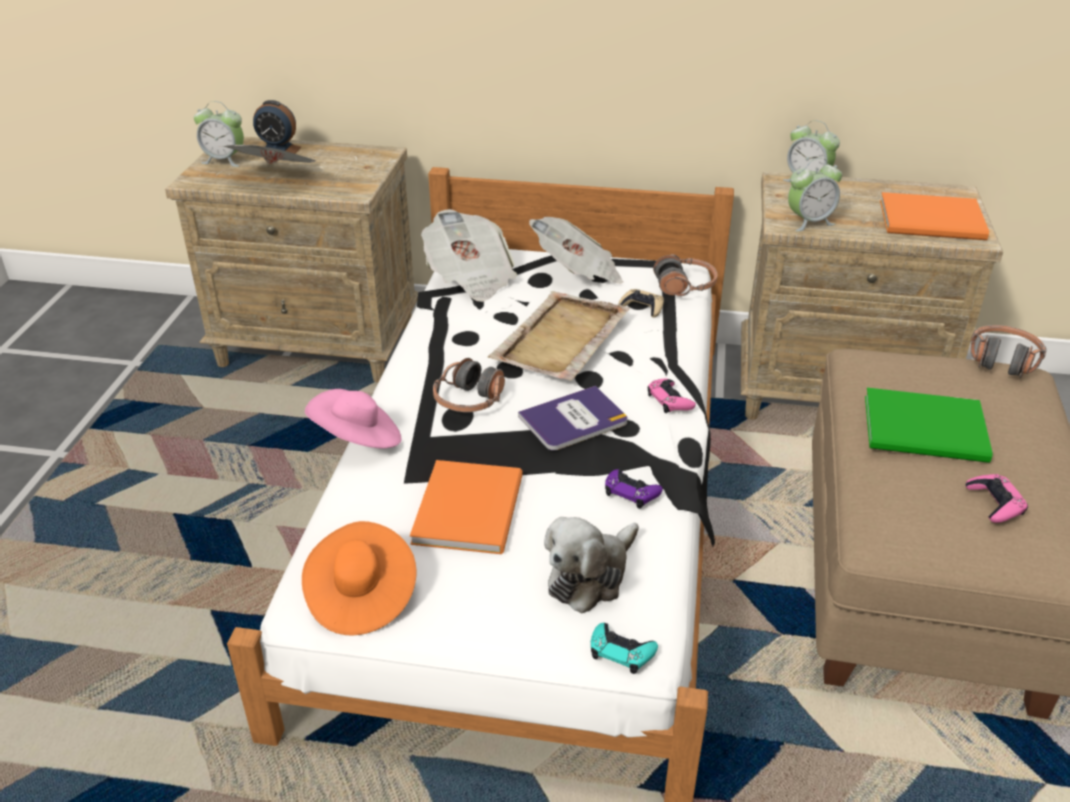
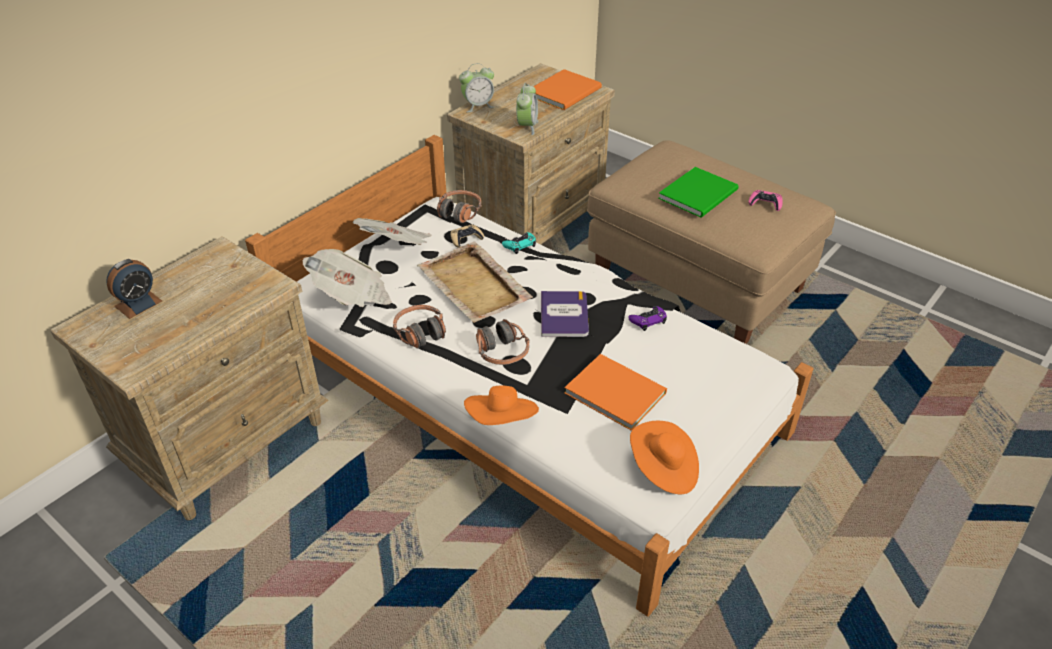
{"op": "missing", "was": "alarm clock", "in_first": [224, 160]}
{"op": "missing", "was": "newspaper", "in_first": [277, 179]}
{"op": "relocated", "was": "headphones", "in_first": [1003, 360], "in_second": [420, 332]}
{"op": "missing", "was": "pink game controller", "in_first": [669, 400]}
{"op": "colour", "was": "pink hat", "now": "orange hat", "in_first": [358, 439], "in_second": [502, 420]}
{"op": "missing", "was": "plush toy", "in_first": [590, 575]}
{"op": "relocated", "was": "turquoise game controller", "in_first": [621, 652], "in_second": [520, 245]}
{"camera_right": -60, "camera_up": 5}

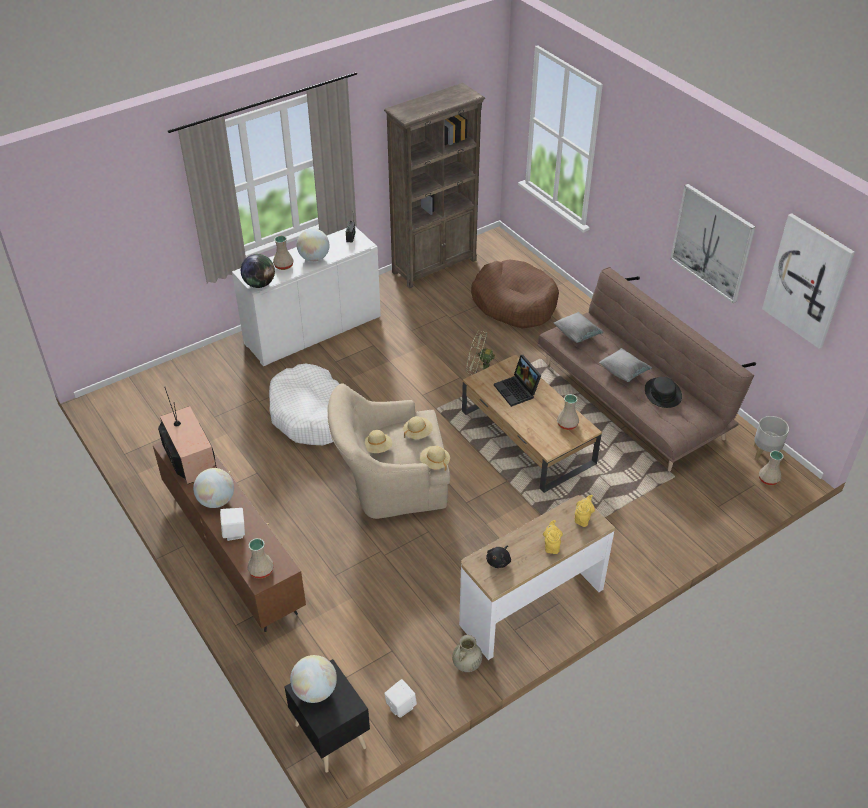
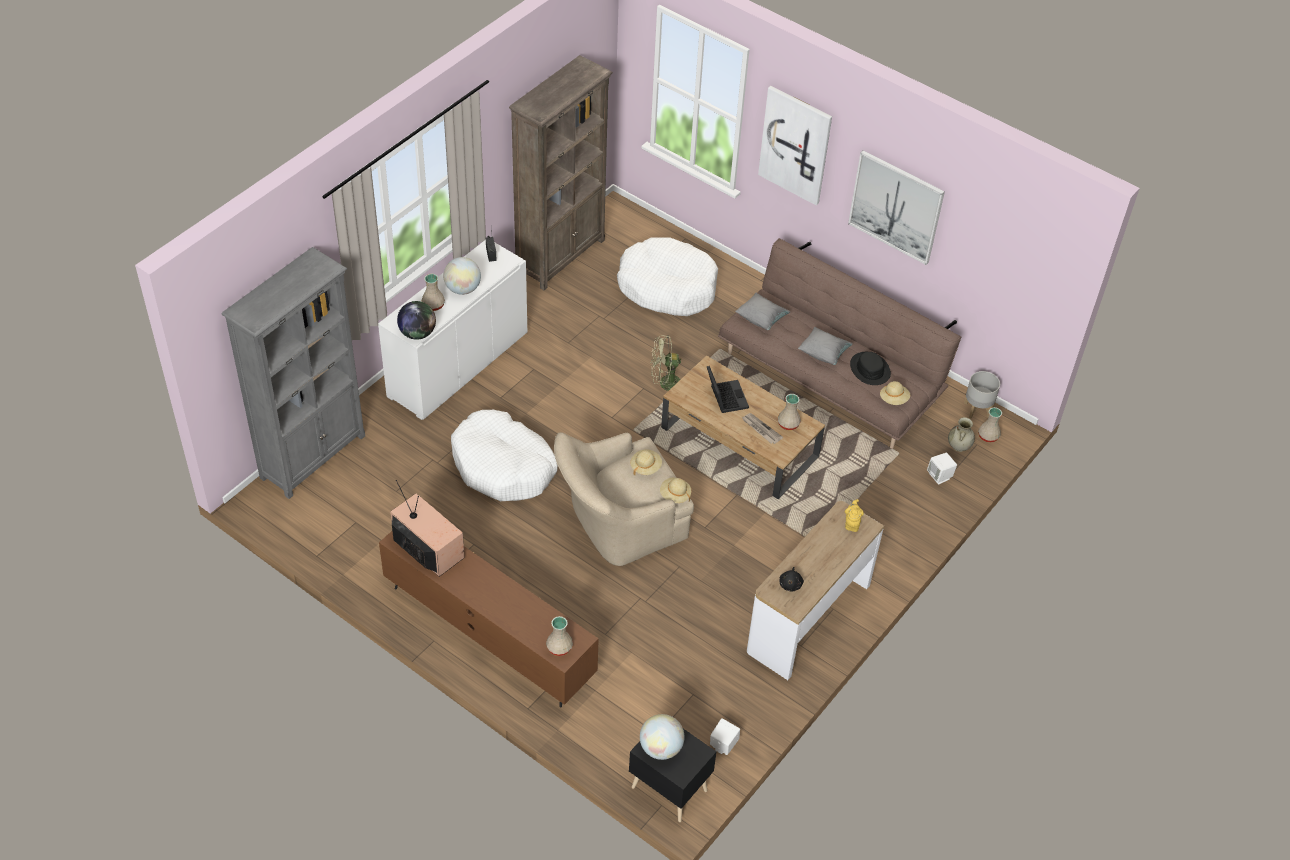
{"op": "relocated", "was": "picture", "in_first": [807, 280], "in_second": [795, 145]}
{"op": "colour", "was": "brown dog bed", "now": "white dog bed", "in_first": [514, 303], "in_second": [667, 287]}
{"op": "spun", "was": "laptop", "in_first": [517, 391], "in_second": [725, 397], "clockwise": -150}
{"op": "relocated", "was": "beige hat", "in_first": [378, 448], "in_second": [894, 399]}
{"op": "missing", "was": "globe", "in_first": [216, 501]}
{"op": "relocated", "was": "white speaker", "in_first": [234, 532], "in_second": [939, 476]}
{"op": "missing", "was": "yellow teapot", "in_first": [551, 546]}
{"op": "relocated", "was": "beige vase", "in_first": [466, 665], "in_second": [959, 446]}
{"op": "appeared", "now": "grey bookcase", "in_second": [313, 456]}
{"op": "appeared", "now": "newspaper", "in_second": [761, 429]}
{"camera_right": -20, "camera_up": 5}

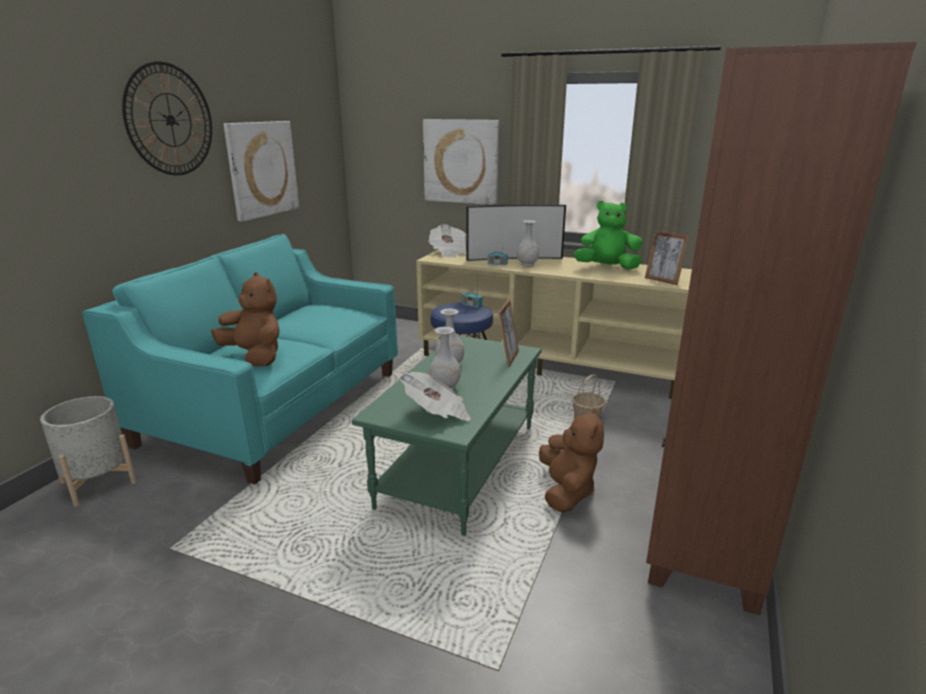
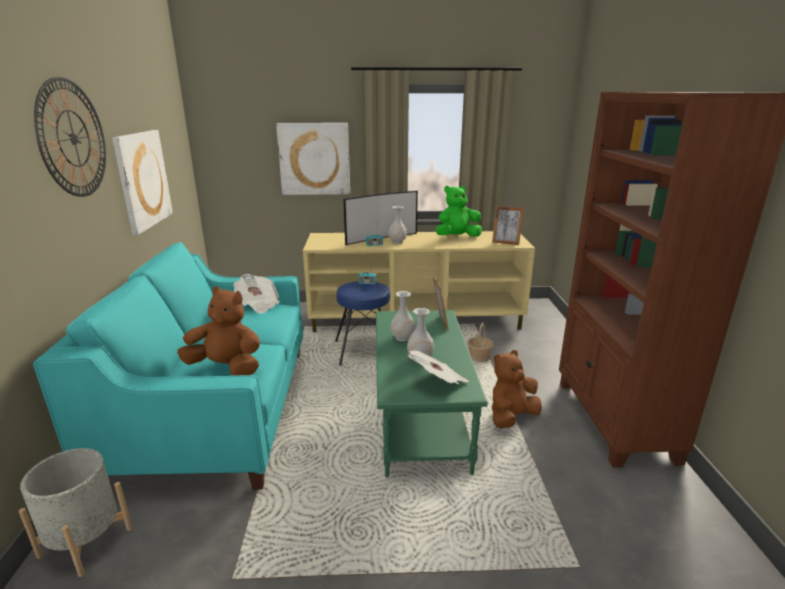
{"op": "relocated", "was": "newspaper", "in_first": [448, 252], "in_second": [258, 304]}
{"op": "spun", "was": "brown plush toy", "in_first": [566, 491], "in_second": [511, 417], "clockwise": -105}
{"camera_right": -25, "camera_up": 0}

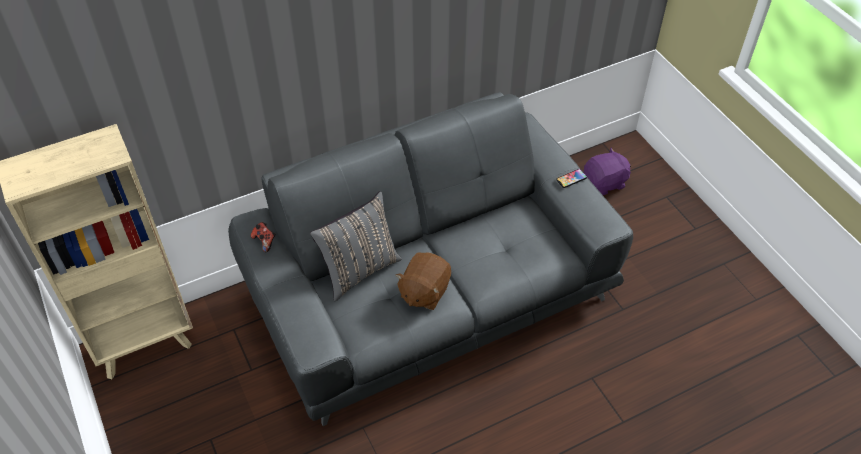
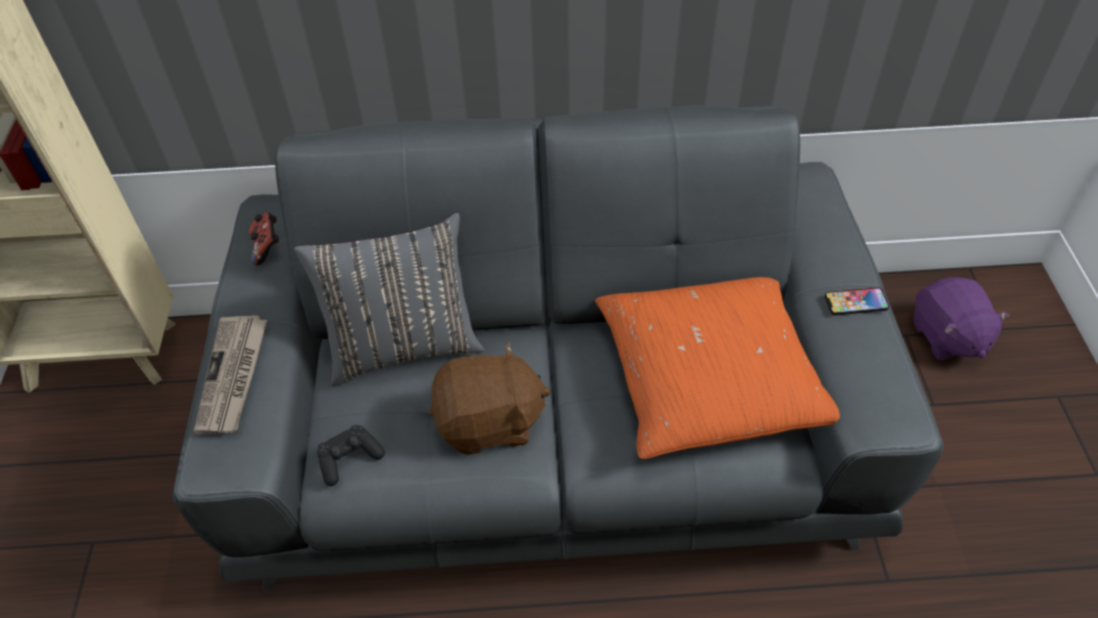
{"op": "spun", "was": "purple plush toy", "in_first": [605, 183], "in_second": [947, 336], "clockwise": 75}
{"op": "spun", "was": "brown plush toy", "in_first": [424, 292], "in_second": [490, 422], "clockwise": -150}
{"op": "appeared", "now": "orange pillow", "in_second": [710, 377]}
{"op": "appeared", "now": "newspaper", "in_second": [233, 376]}
{"op": "appeared", "now": "black game controller", "in_second": [349, 459]}
{"camera_right": 25, "camera_up": 0}

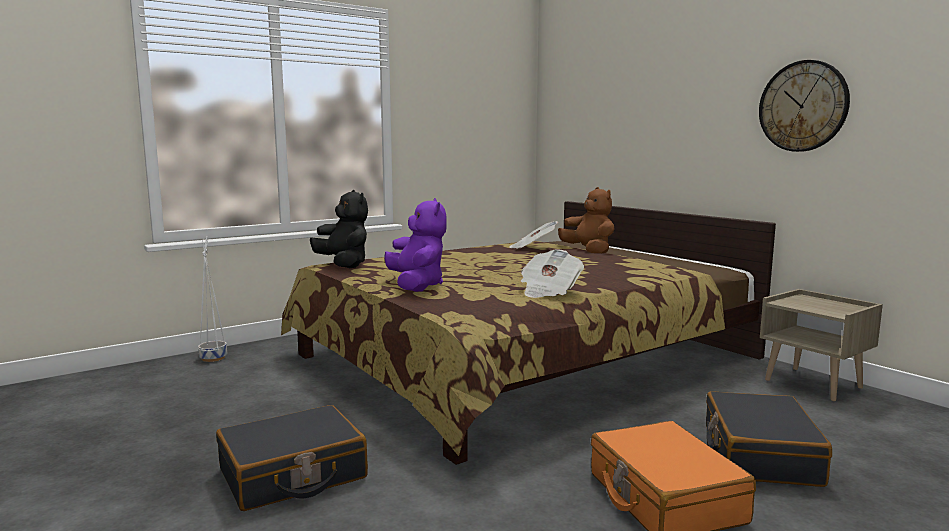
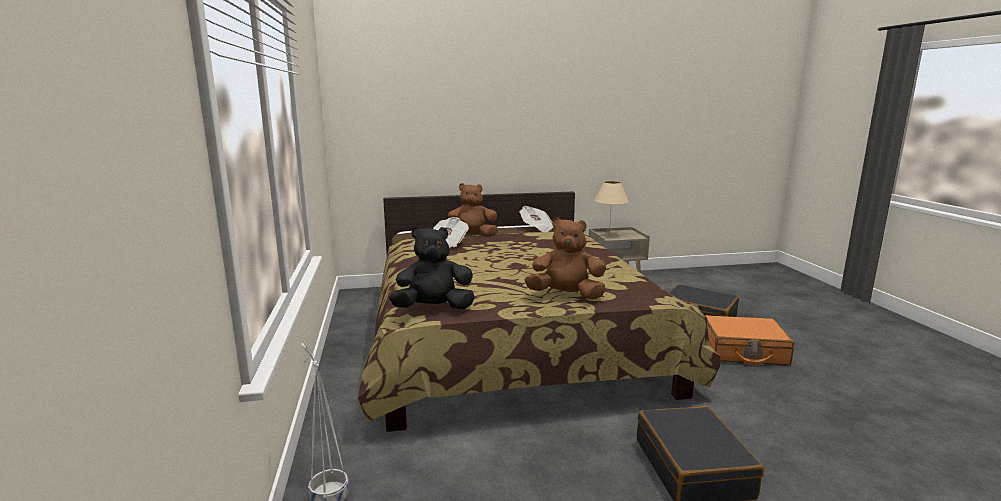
{"op": "missing", "was": "wall clock", "in_first": [803, 106]}
{"op": "colour", "was": "purple plush toy", "now": "brown plush toy", "in_first": [417, 286], "in_second": [566, 295]}
{"op": "relocated", "was": "newspaper", "in_first": [548, 291], "in_second": [537, 228]}
{"op": "appeared", "now": "beige table lamp", "in_second": [609, 235]}
{"camera_right": -65, "camera_up": 5}

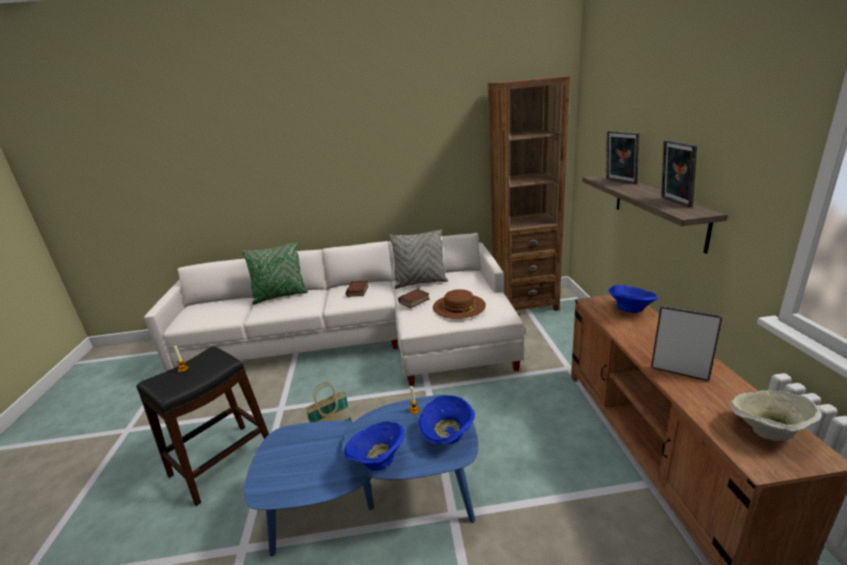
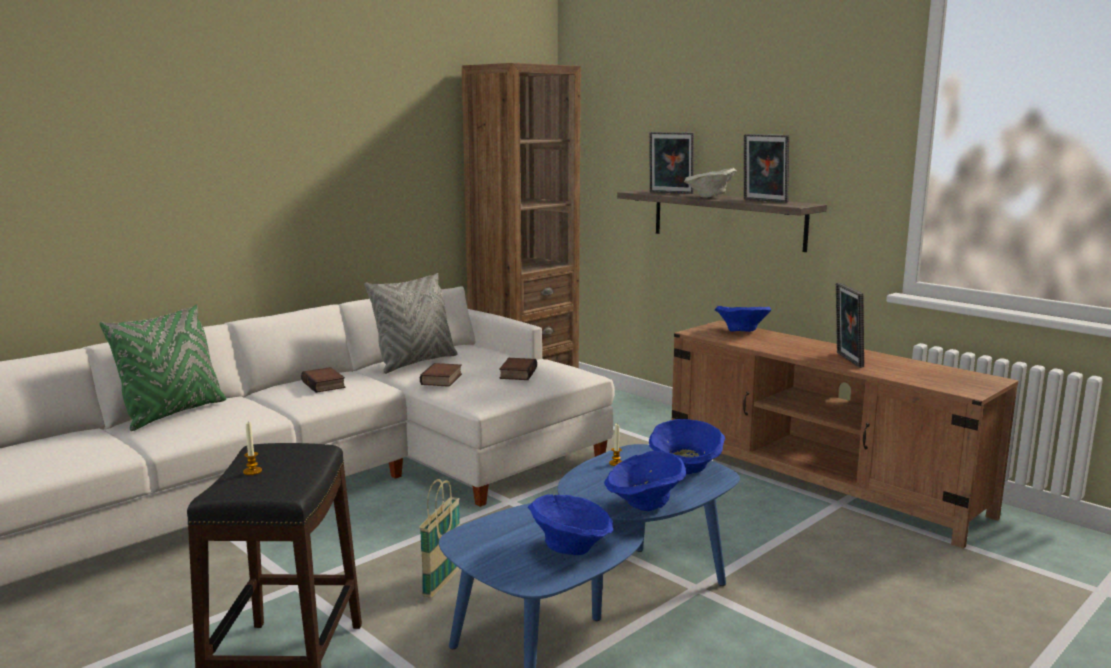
{"op": "exchanged", "was": "brown hat", "now": "book", "in_first": [459, 306], "in_second": [517, 373]}
{"op": "spun", "was": "picture frame", "in_first": [679, 371], "in_second": [846, 360], "clockwise": -90}
{"op": "relocated", "was": "beige bowl", "in_first": [766, 431], "in_second": [709, 197]}
{"op": "appeared", "now": "blue bowl", "in_second": [571, 549]}
{"camera_right": -40, "camera_up": -10}

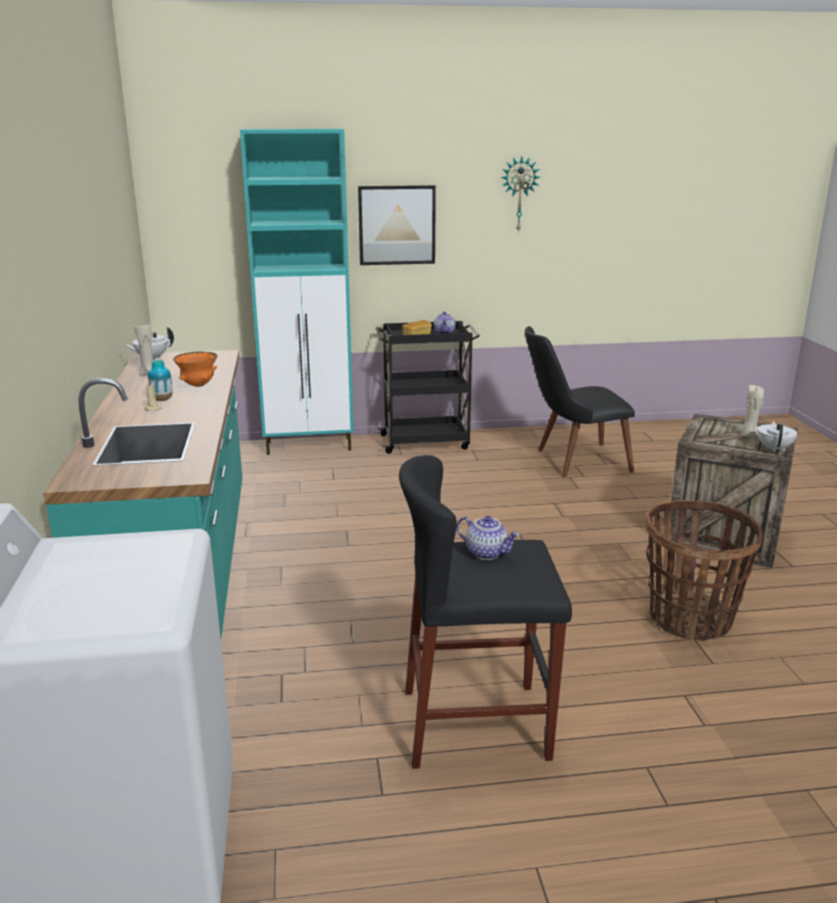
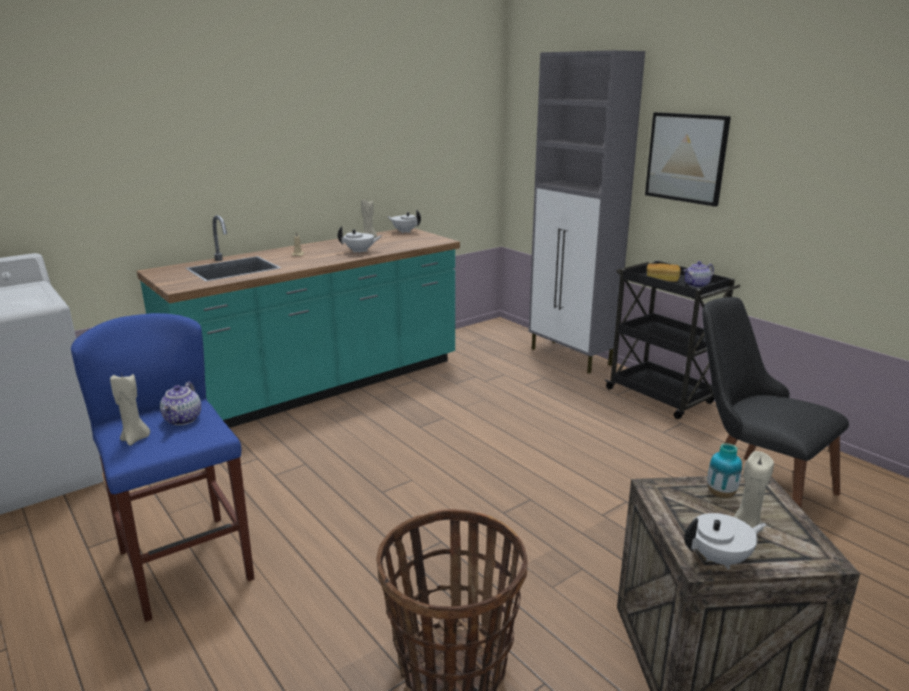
{"op": "colour", "was": "turquoise cabinet", "now": "grey cabinet", "in_first": [310, 446], "in_second": [571, 357]}
{"op": "missing", "was": "wall clock", "in_first": [519, 194]}
{"op": "exchanged", "was": "orange bowl", "now": "white teapot", "in_first": [198, 385], "in_second": [360, 251]}
{"op": "relocated", "was": "vase", "in_first": [162, 400], "in_second": [720, 494]}
{"op": "colour", "was": "black stool", "now": "blue stool", "in_first": [475, 724], "in_second": [186, 565]}
{"op": "appeared", "now": "beige candle", "in_second": [135, 439]}
{"camera_right": 60, "camera_up": 0}

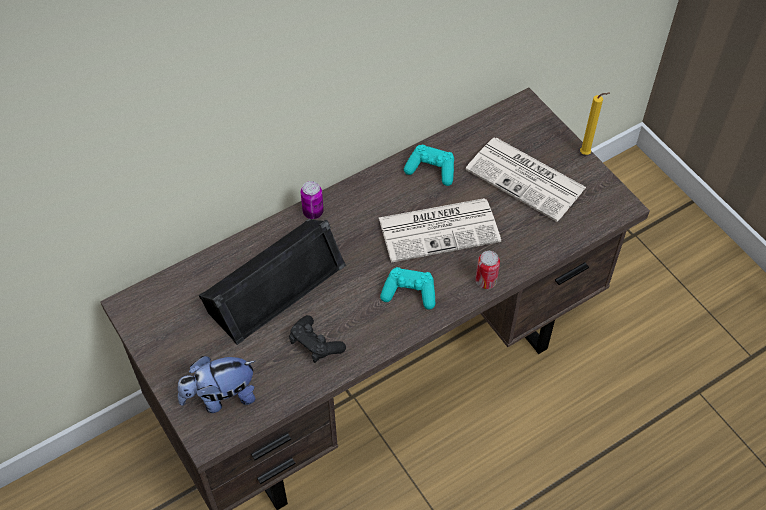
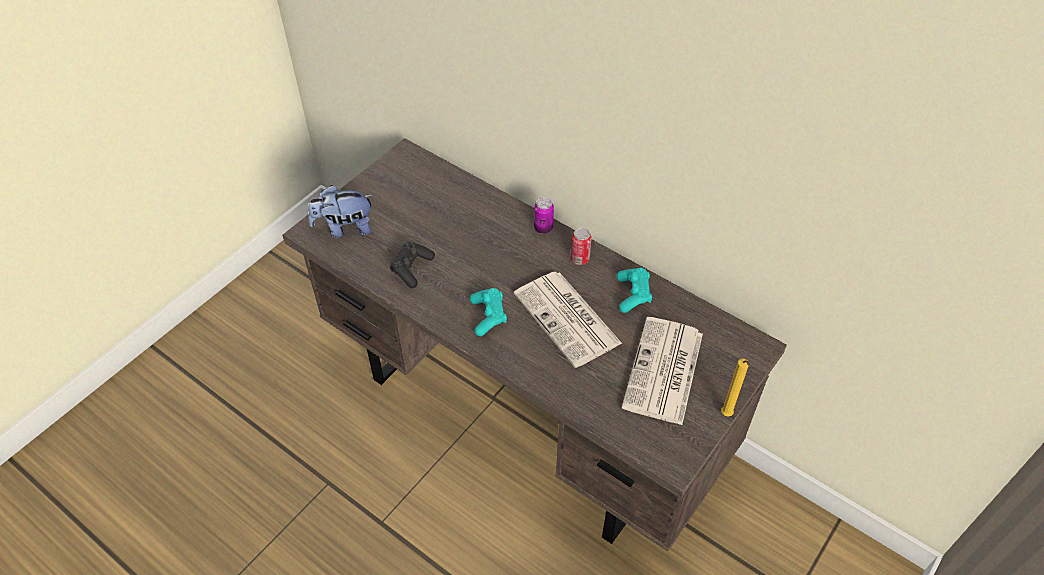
{"op": "missing", "was": "black speaker", "in_first": [273, 284]}
{"op": "relocated", "was": "can", "in_first": [486, 281], "in_second": [580, 259]}
{"op": "spun", "was": "plush toy", "in_first": [221, 397], "in_second": [345, 228], "clockwise": -60}
{"camera_right": 70, "camera_up": -5}

